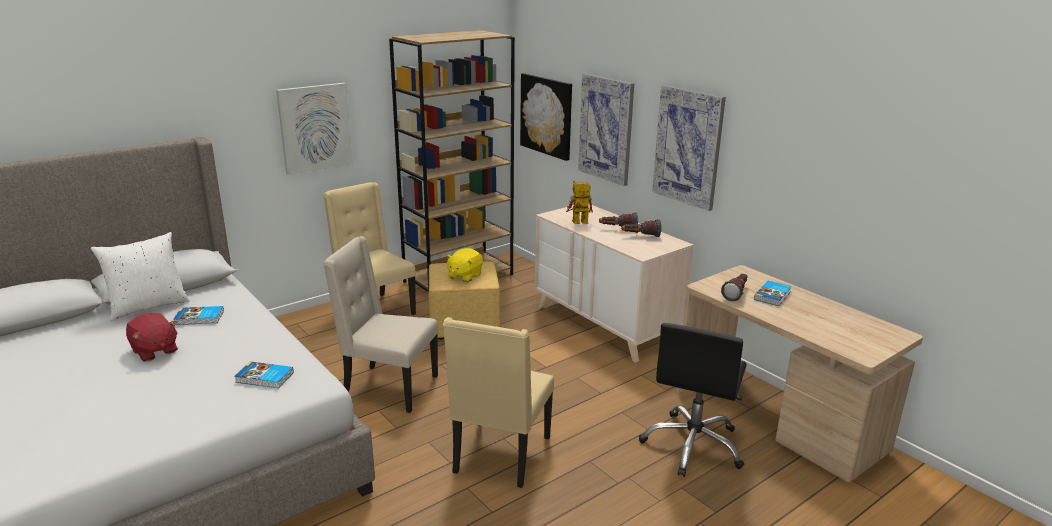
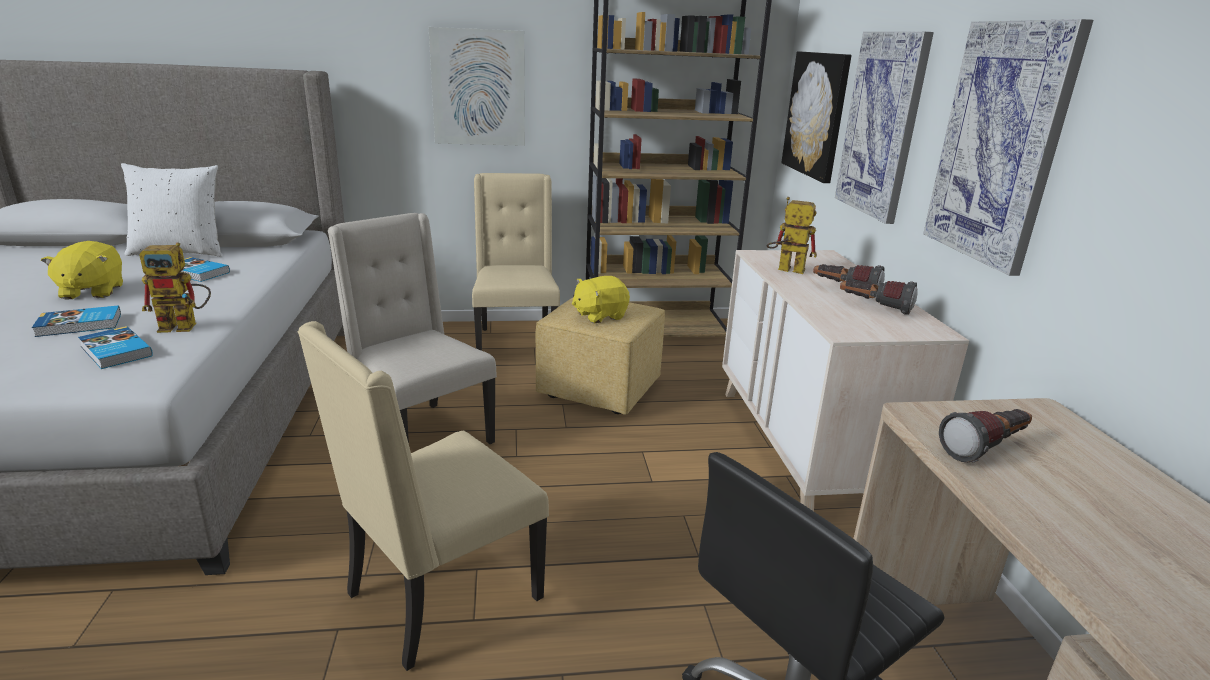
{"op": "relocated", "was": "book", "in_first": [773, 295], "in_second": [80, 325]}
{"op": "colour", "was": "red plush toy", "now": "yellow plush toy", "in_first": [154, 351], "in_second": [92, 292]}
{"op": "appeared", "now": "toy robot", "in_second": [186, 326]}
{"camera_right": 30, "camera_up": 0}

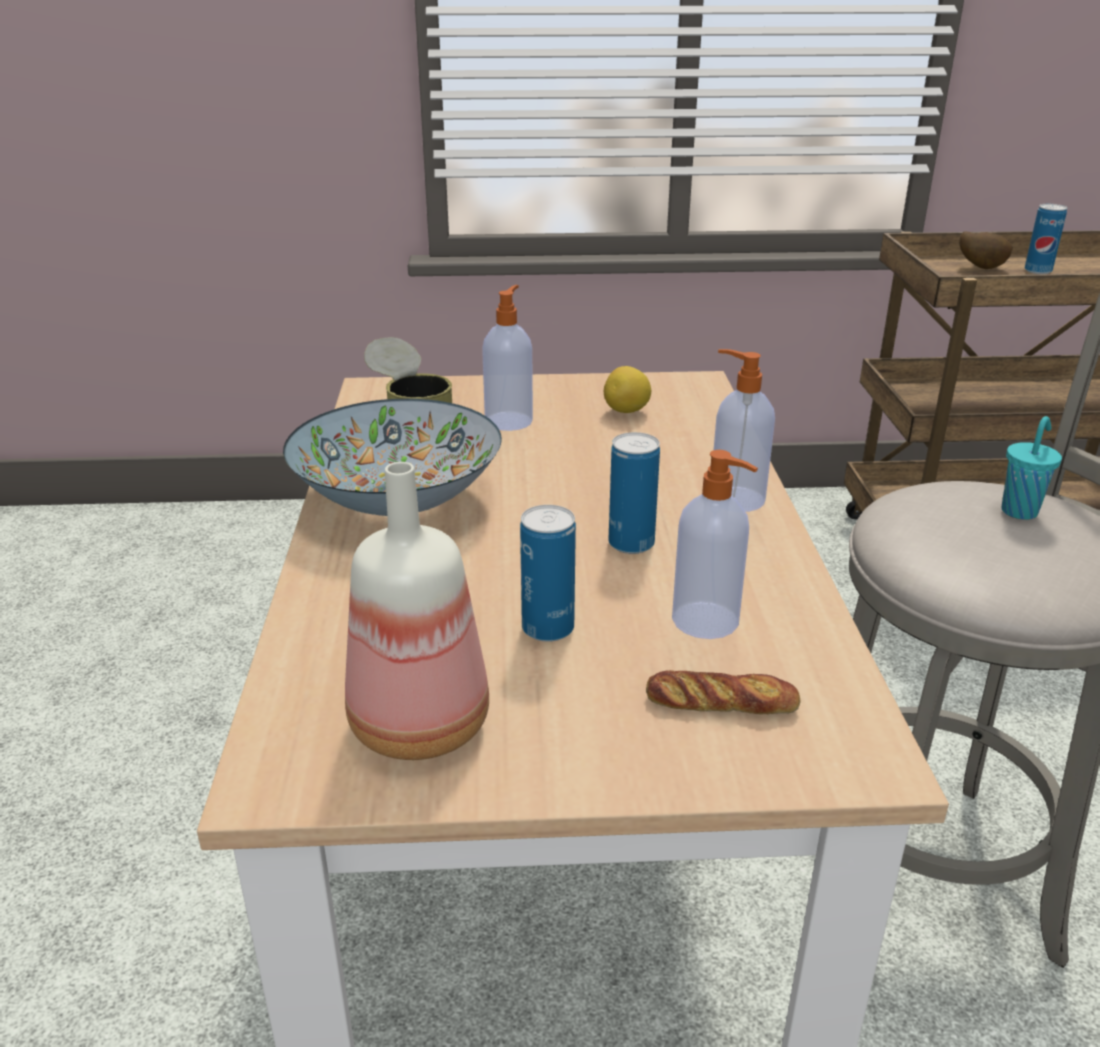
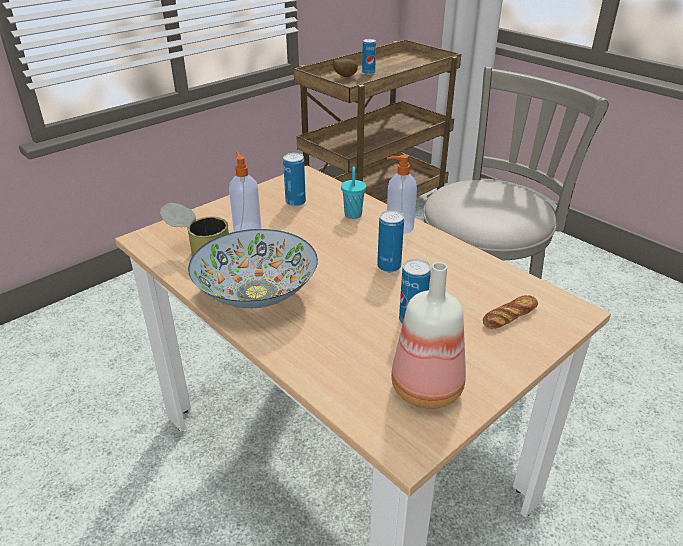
{"op": "exchanged", "was": "lemon", "now": "can", "in_first": [627, 411], "in_second": [295, 202]}
{"op": "relocated", "was": "turquoise cup", "in_first": [1020, 511], "in_second": [353, 214]}
{"op": "missing", "was": "soap dispenser", "in_first": [707, 621]}
{"camera_right": -40, "camera_up": 5}

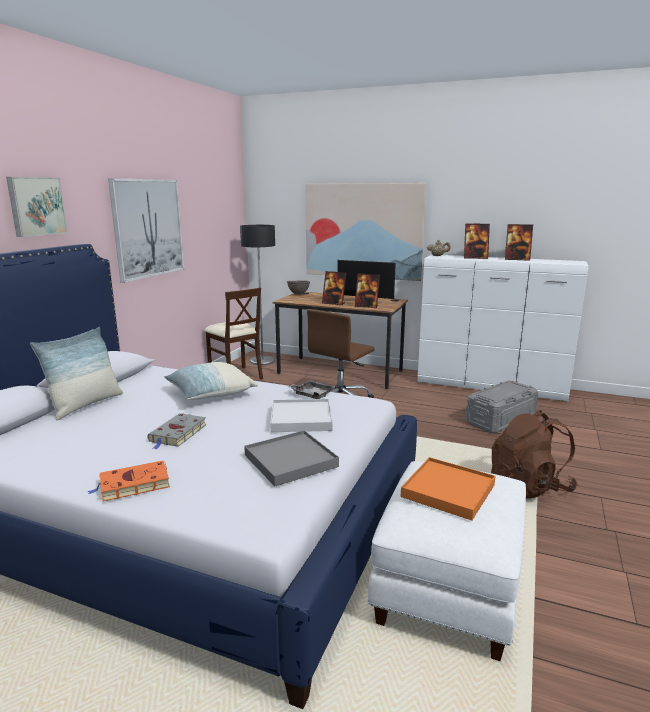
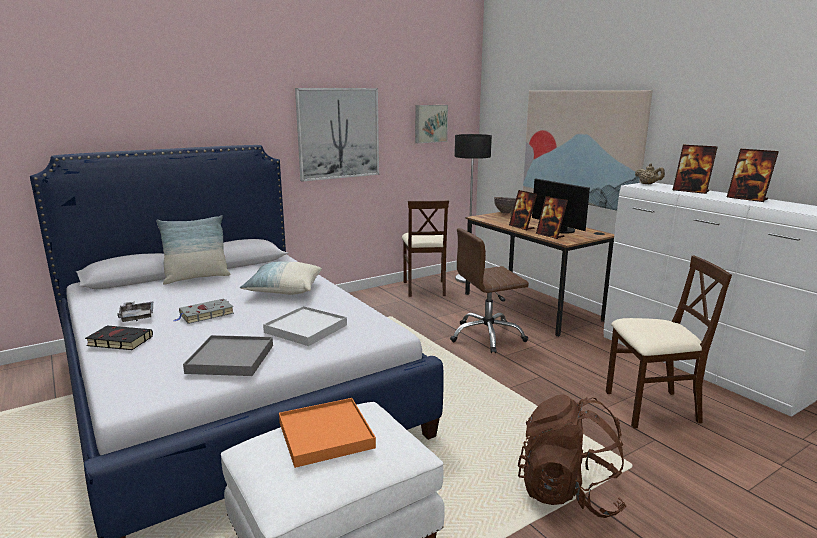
{"op": "relocated", "was": "picture", "in_first": [36, 206], "in_second": [430, 123]}
{"op": "relocated", "was": "grey tray", "in_first": [311, 394], "in_second": [137, 316]}
{"op": "exchanged", "was": "grey storage box", "now": "beige chair", "in_first": [500, 419], "in_second": [651, 408]}
{"op": "colour", "was": "orange book", "now": "black book", "in_first": [132, 485], "in_second": [118, 341]}
{"camera_right": 35, "camera_up": 0}

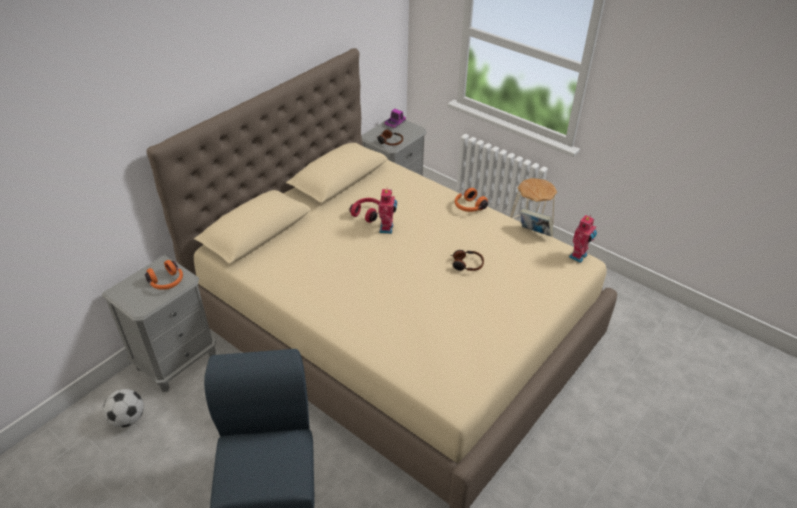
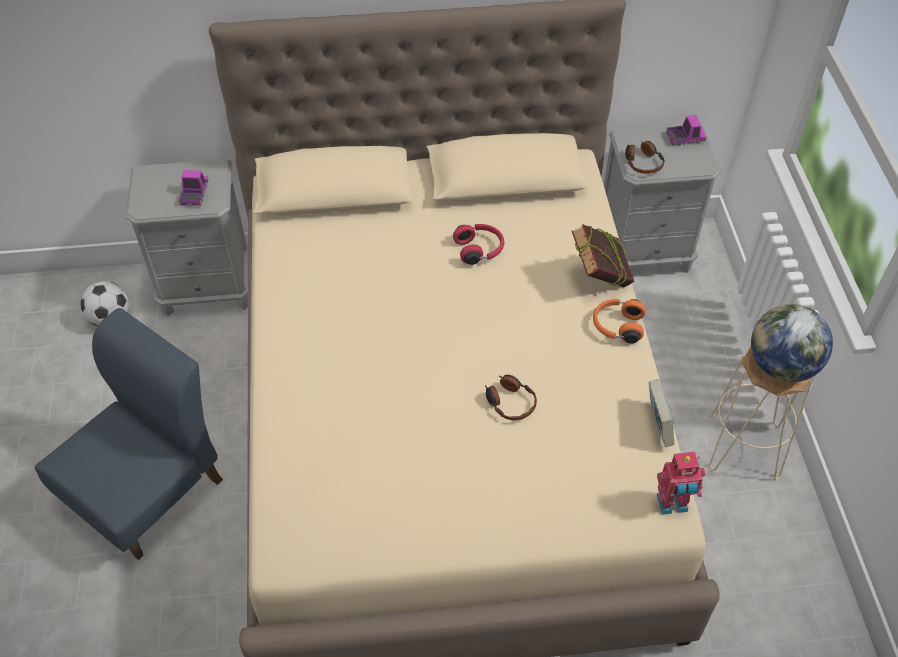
{"op": "missing", "was": "toy robot", "in_first": [387, 228]}
{"op": "exchanged", "was": "orange headphones", "now": "toy truck", "in_first": [167, 282], "in_second": [195, 194]}
{"op": "appeared", "now": "book", "in_second": [599, 279]}
{"op": "appeared", "now": "globe", "in_second": [781, 366]}
{"camera_right": 45, "camera_up": 10}

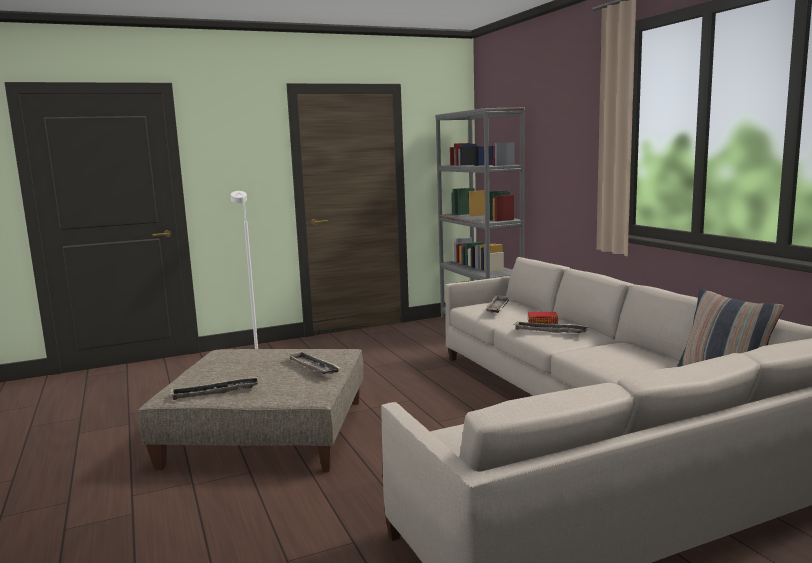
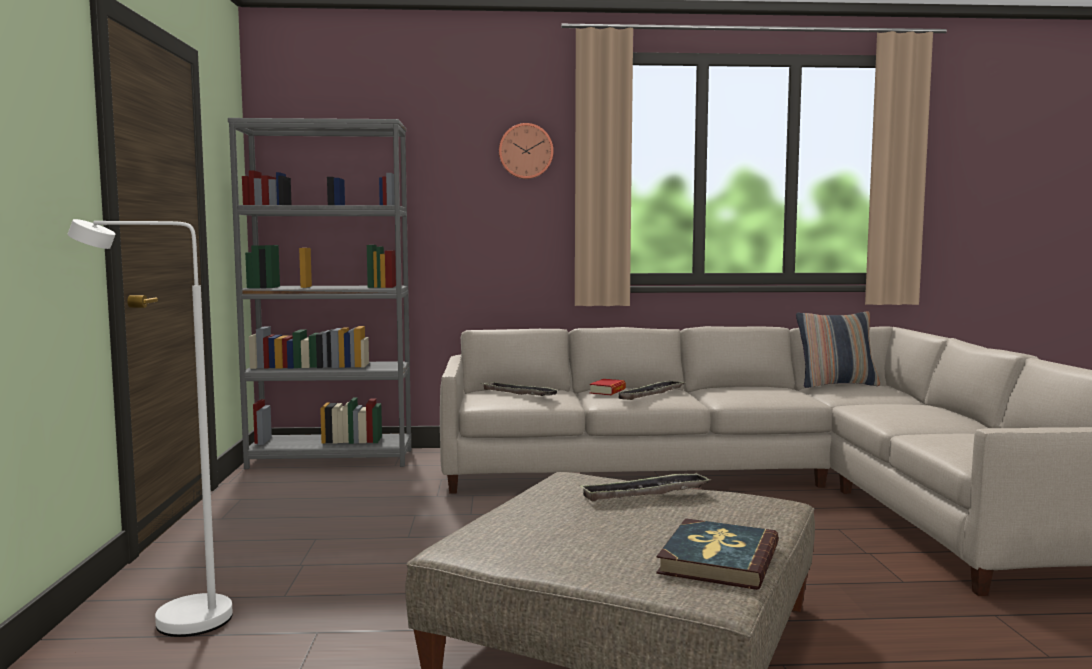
{"op": "exchanged", "was": "tray", "now": "book", "in_first": [215, 392], "in_second": [718, 559]}
{"op": "appeared", "now": "wall clock", "in_second": [526, 151]}
{"camera_right": -70, "camera_up": -5}

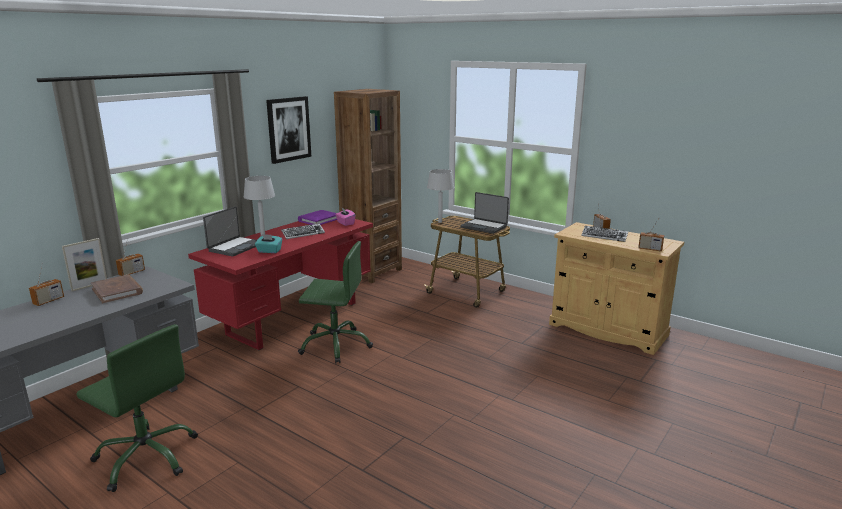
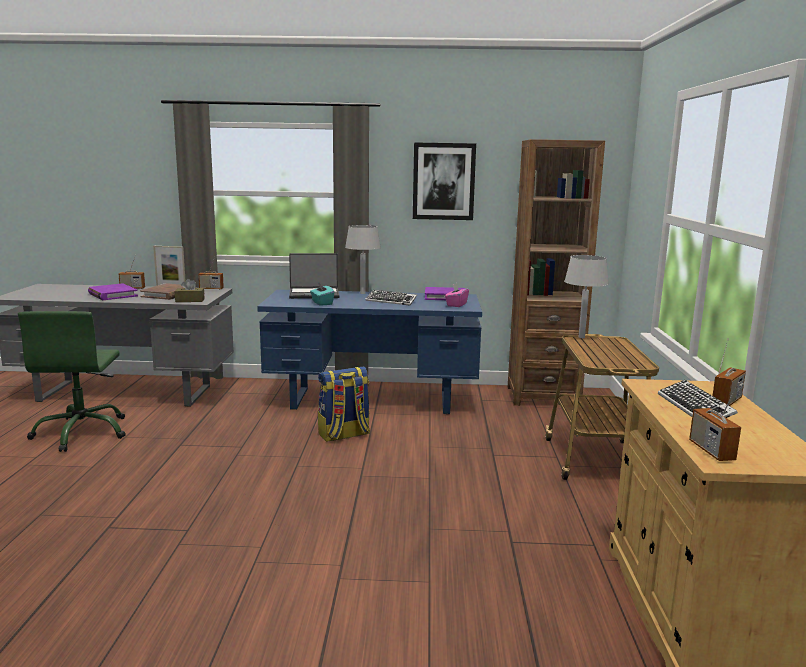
{"op": "missing", "was": "laptop", "in_first": [484, 227]}
{"op": "colour", "was": "red desk", "now": "blue desk", "in_first": [293, 318], "in_second": [373, 400]}
{"op": "exchanged", "was": "green office chair", "now": "backpack", "in_first": [335, 345], "in_second": [344, 435]}
{"op": "appeared", "now": "brown tissue box", "in_second": [190, 300]}
{"op": "appeared", "now": "purple book", "in_second": [112, 295]}
{"camera_right": 55, "camera_up": -5}

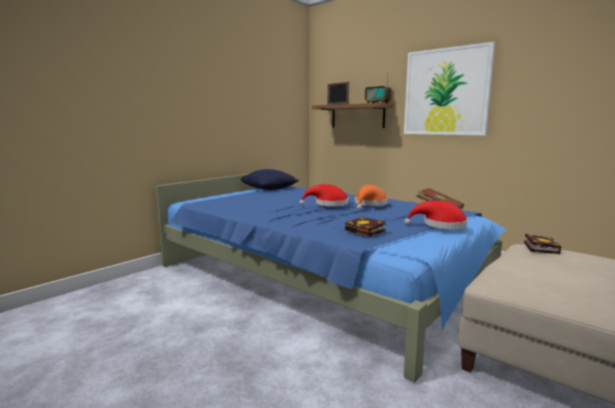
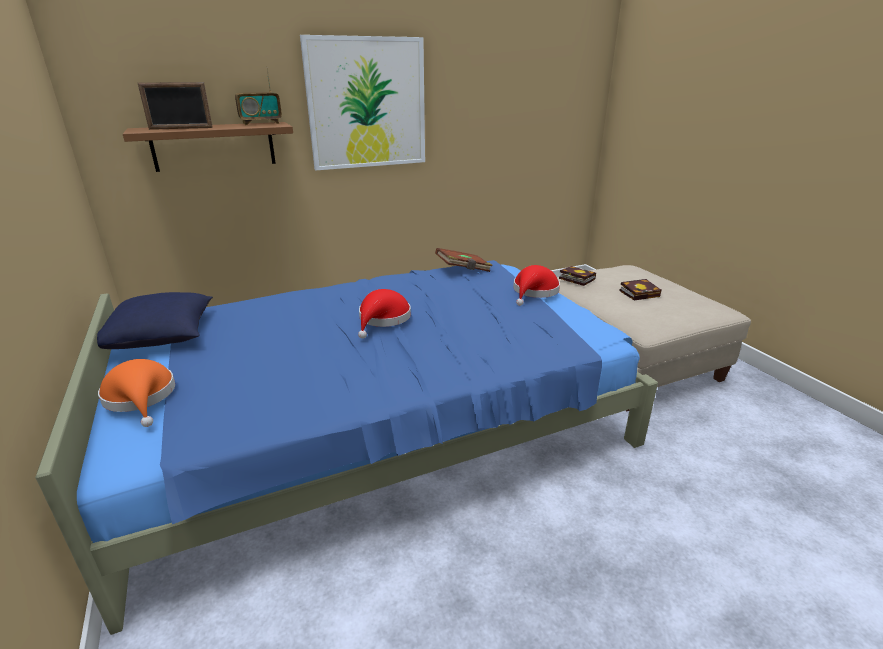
{"op": "relocated", "was": "orange hat", "in_first": [369, 204], "in_second": [141, 397]}
{"op": "relocated", "was": "book", "in_first": [366, 231], "in_second": [640, 293]}
{"camera_right": -65, "camera_up": 15}

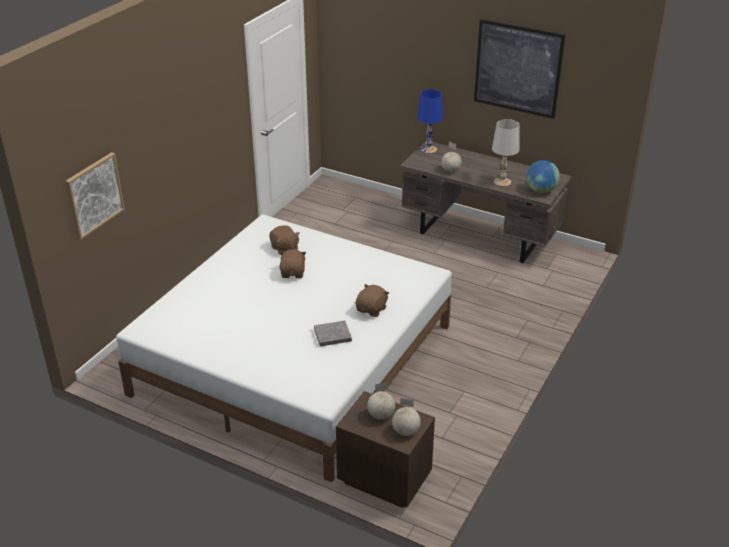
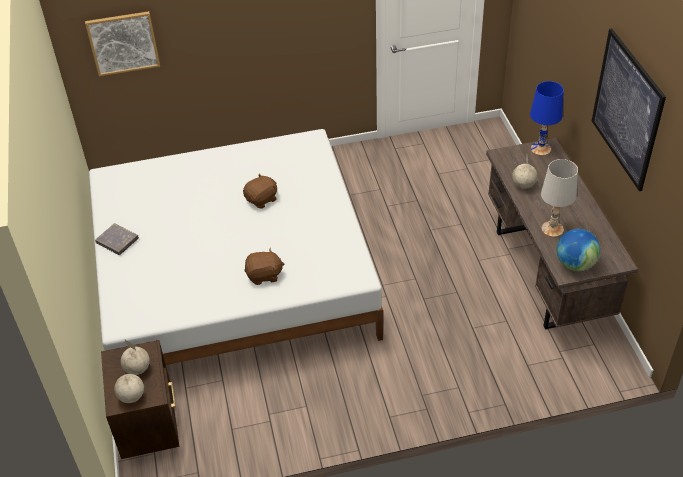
{"op": "missing", "was": "brown plush toy", "in_first": [284, 248]}
{"op": "relocated", "was": "grey book", "in_first": [332, 335], "in_second": [117, 241]}
{"camera_right": 50, "camera_up": 10}

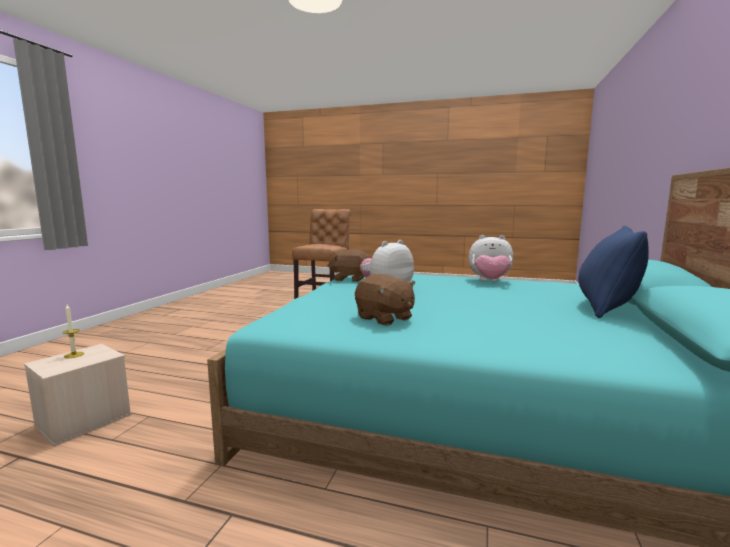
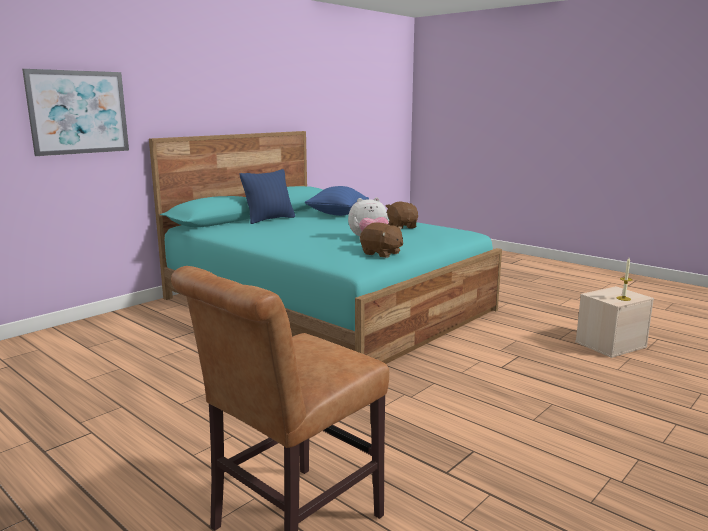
{"op": "missing", "was": "plush toy", "in_first": [489, 281]}
{"op": "appeared", "now": "picture", "in_second": [78, 112]}
{"op": "appeared", "now": "blue pillow", "in_second": [337, 214]}
{"camera_right": -155, "camera_up": 5}

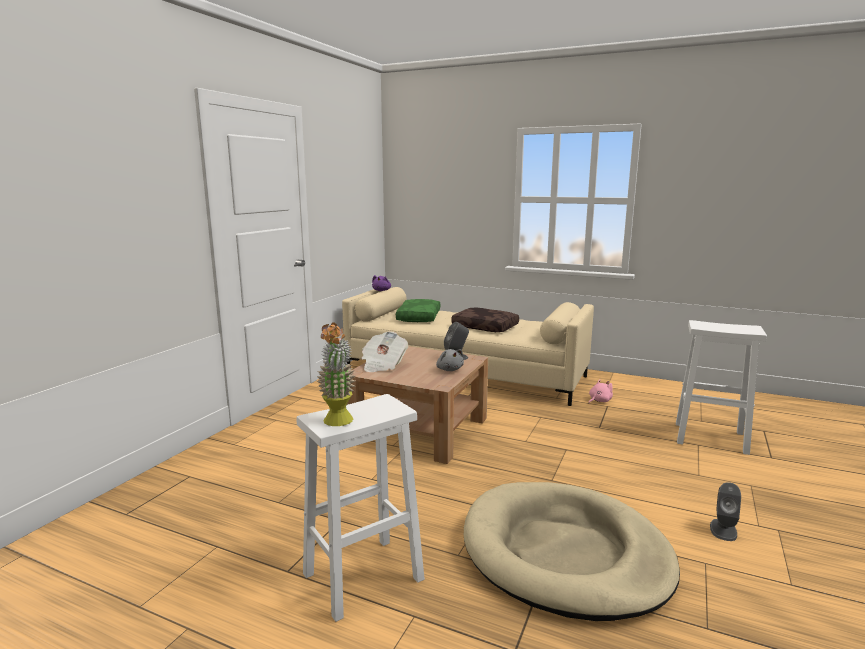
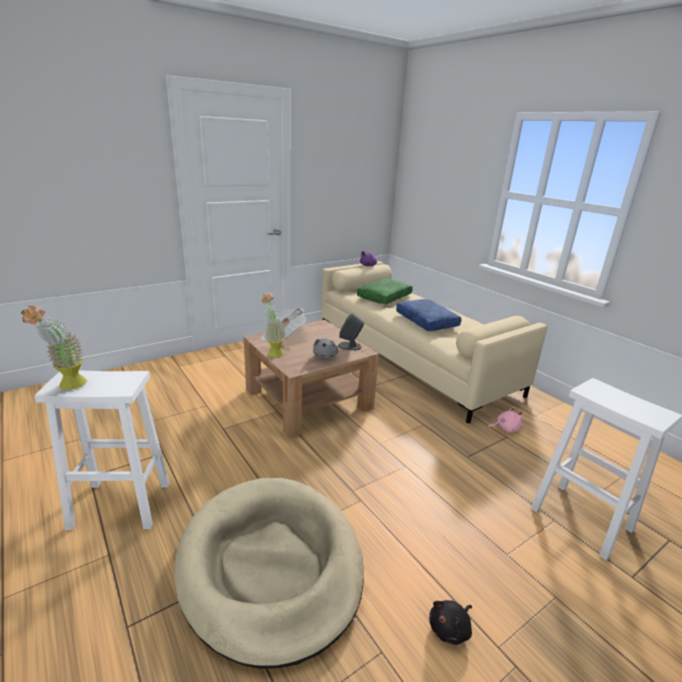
{"op": "colour", "was": "brown pillow", "now": "blue pillow", "in_first": [486, 327], "in_second": [427, 321]}
{"op": "exchanged", "was": "grey speaker", "now": "black plush toy", "in_first": [723, 529], "in_second": [450, 629]}
{"op": "appeared", "now": "potted plant", "in_second": [273, 352]}
{"camera_right": 30, "camera_up": 10}

